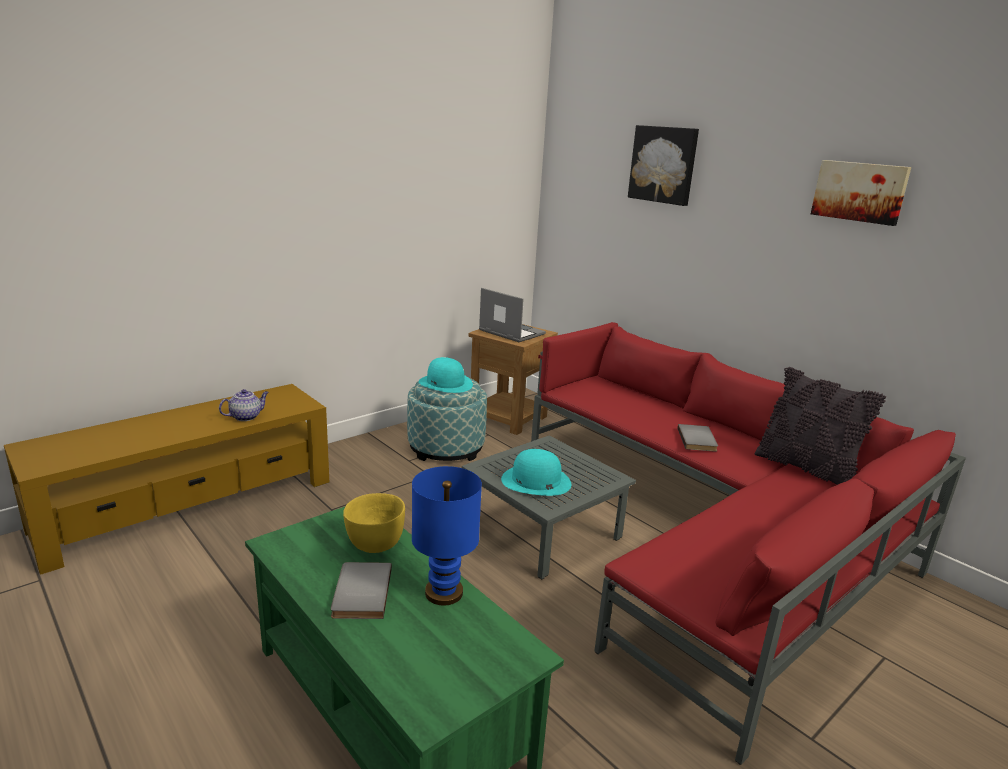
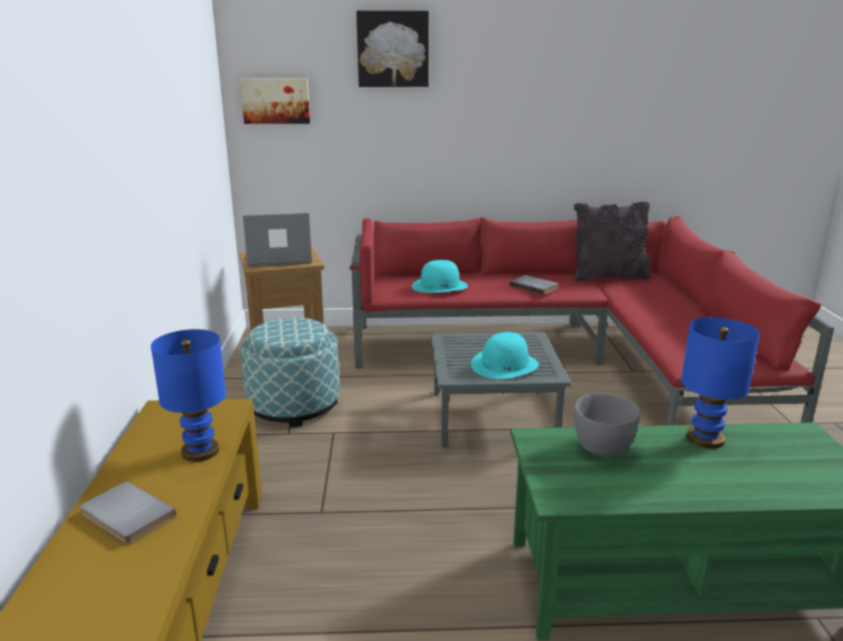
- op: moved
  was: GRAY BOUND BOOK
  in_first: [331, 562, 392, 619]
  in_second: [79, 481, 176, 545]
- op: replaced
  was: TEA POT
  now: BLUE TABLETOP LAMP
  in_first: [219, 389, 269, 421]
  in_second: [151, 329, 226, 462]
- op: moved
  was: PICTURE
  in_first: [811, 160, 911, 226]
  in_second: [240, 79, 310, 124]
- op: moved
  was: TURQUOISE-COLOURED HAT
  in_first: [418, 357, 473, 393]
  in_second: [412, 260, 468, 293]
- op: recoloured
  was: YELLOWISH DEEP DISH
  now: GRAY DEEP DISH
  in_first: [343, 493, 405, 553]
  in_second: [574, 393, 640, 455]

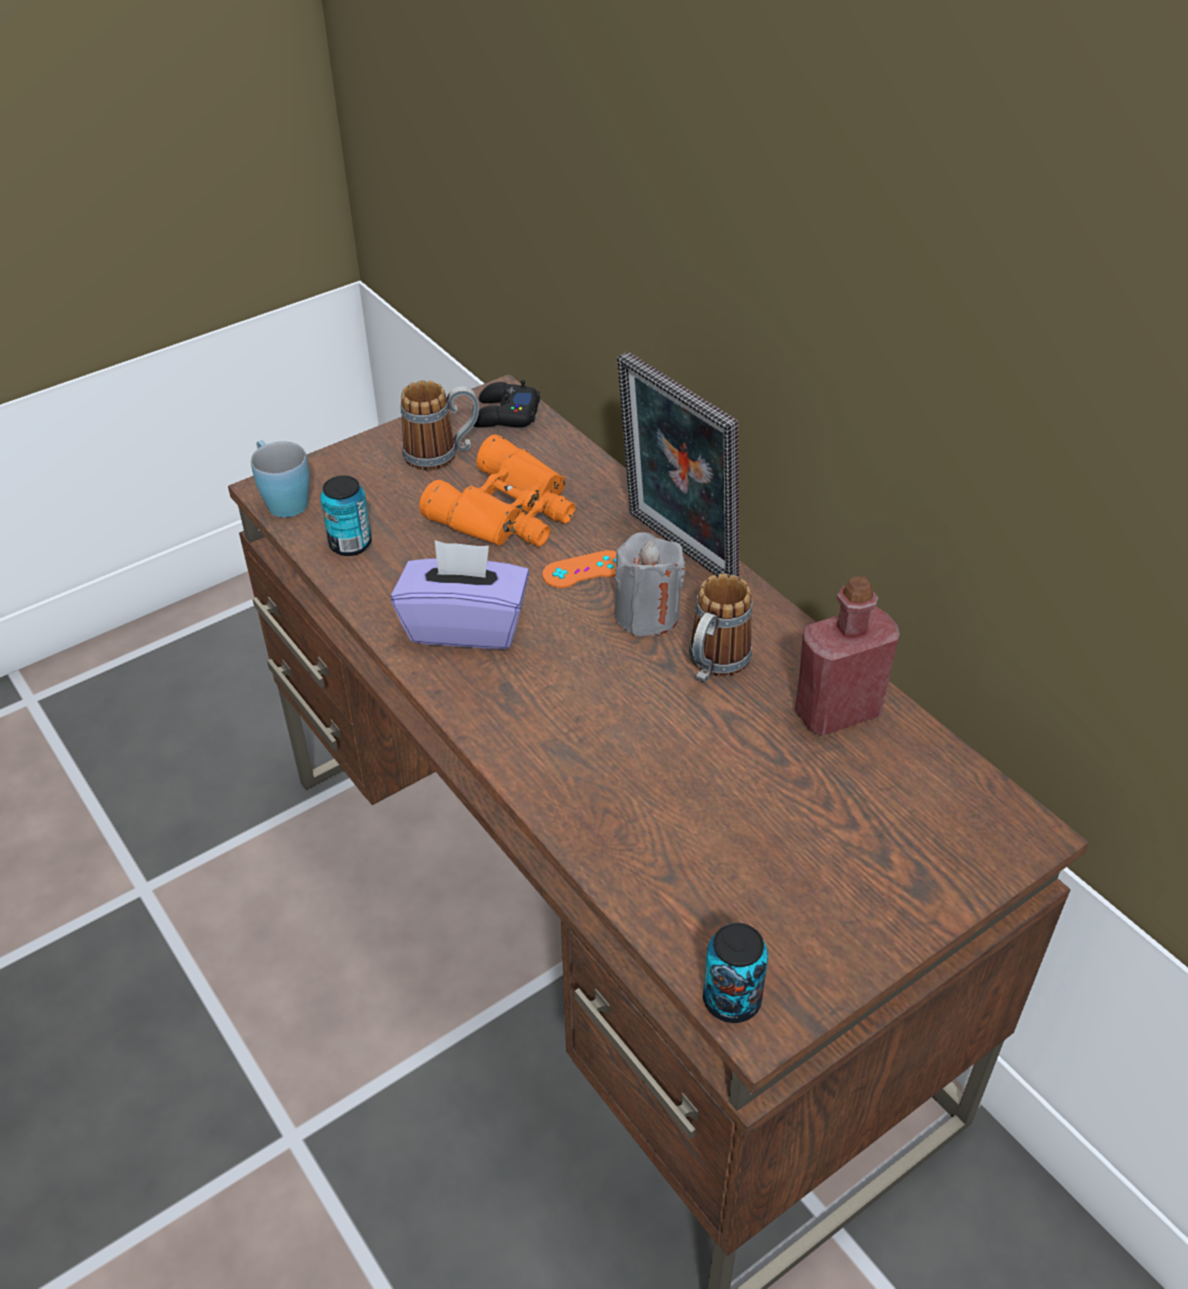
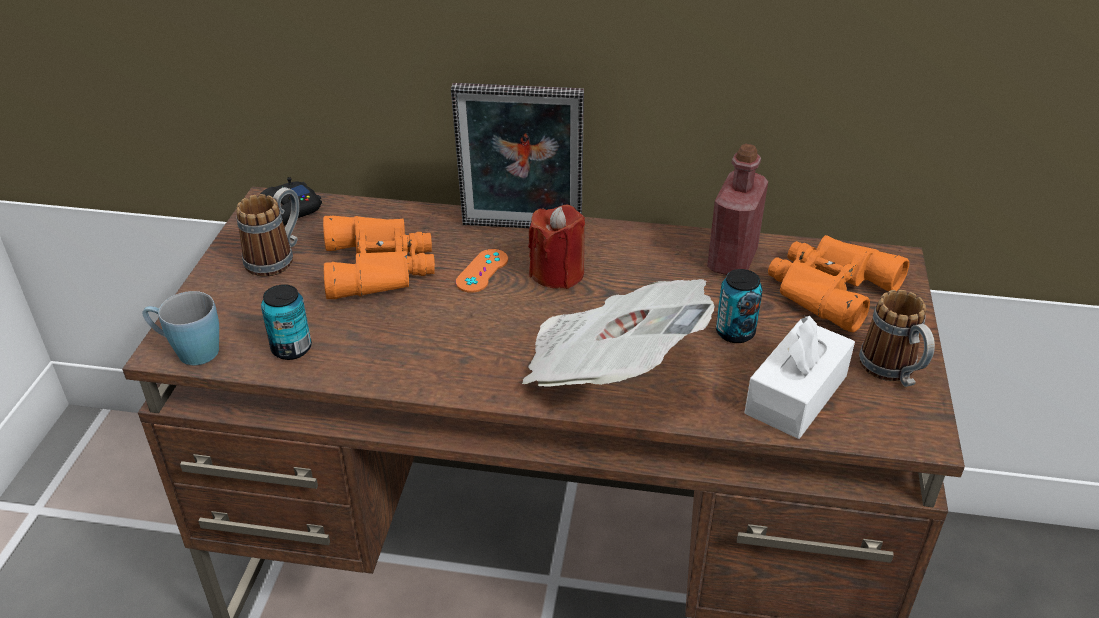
- op: added
  now: NEWSPAPER
  in_second: [522, 279, 715, 387]
- op: recoloured
  was: GRAY WAX LIGHT
  now: RED WAX LIGHT
  in_first: [615, 532, 685, 636]
  in_second: [528, 205, 585, 289]
- op: moved
  was: CAN
  in_first: [703, 923, 768, 1023]
  in_second: [716, 269, 763, 343]
- op: added
  now: WHITE TISSUE BOX
  in_second: [744, 316, 855, 439]
- op: added
  now: ORANGE-COLOURED FIELD GLASSES
  in_second: [768, 235, 910, 333]
- op: moved
  was: TEA MUG
  in_first: [689, 574, 752, 682]
  in_second: [859, 290, 935, 387]
- op: removed
  was: PURPLISH TISSUE BOX
  in_first: [391, 540, 529, 649]

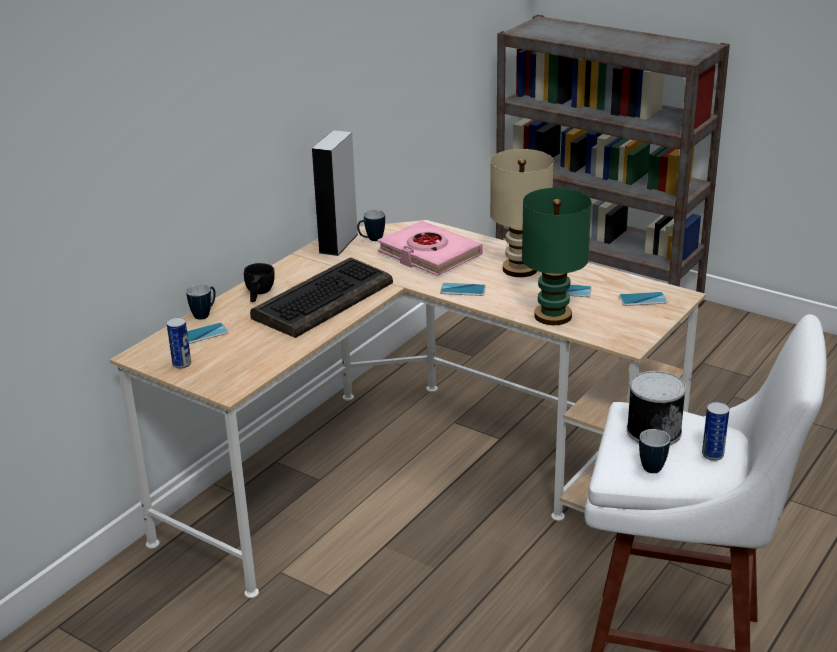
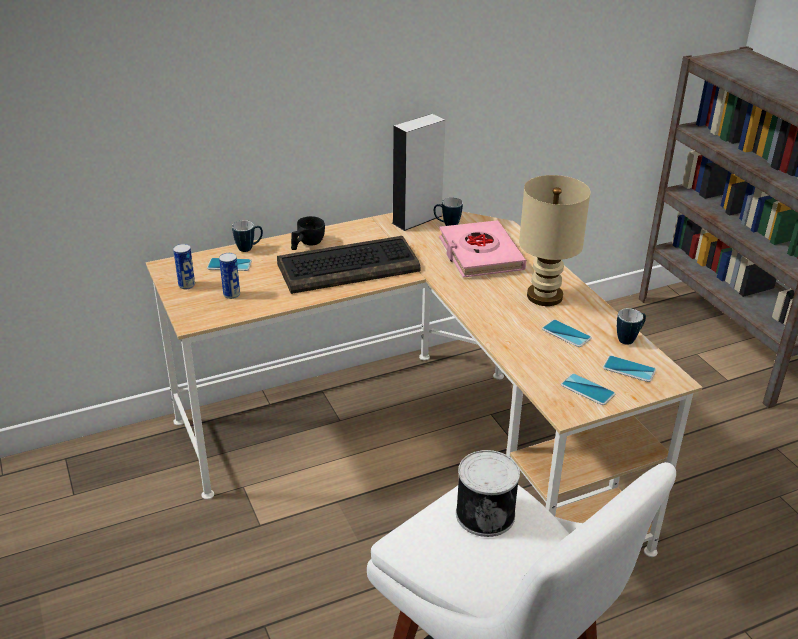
- op: moved
  was: CAN
  in_first: [702, 402, 730, 461]
  in_second: [219, 253, 240, 299]
- op: moved
  was: PHONE
  in_first: [440, 283, 486, 296]
  in_second: [561, 374, 615, 405]
- op: moved
  was: TEA MUG
  in_first: [639, 429, 670, 473]
  in_second: [617, 308, 646, 345]
- op: removed
  was: GREEN-COLOURED TABLETOP LAMP
  in_first: [522, 188, 591, 325]

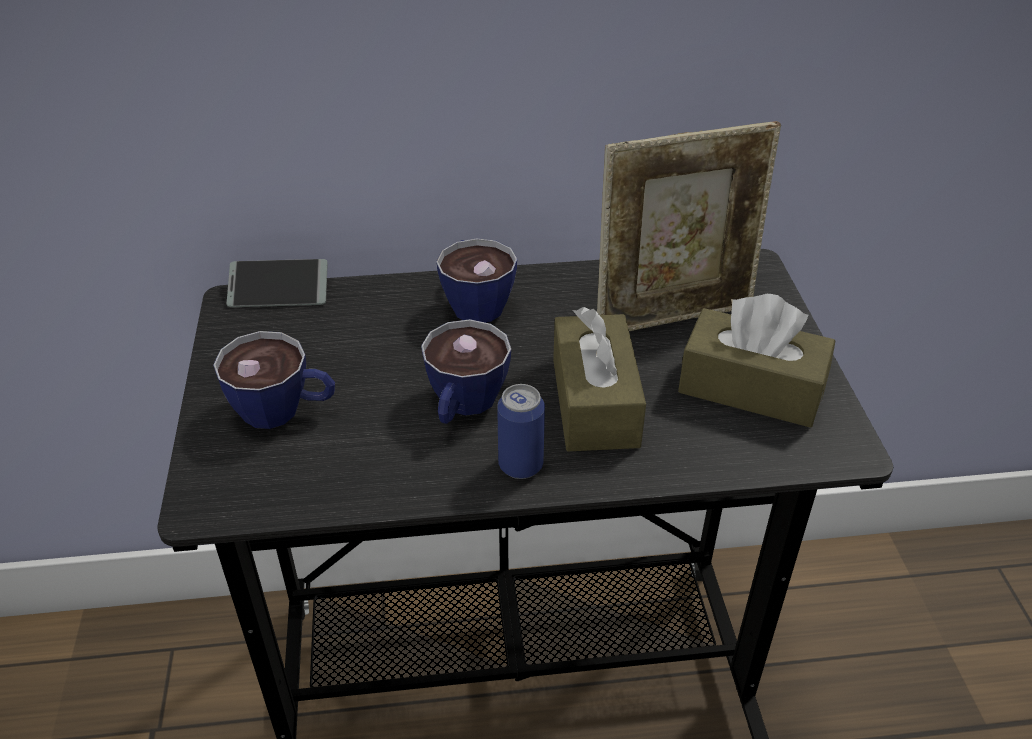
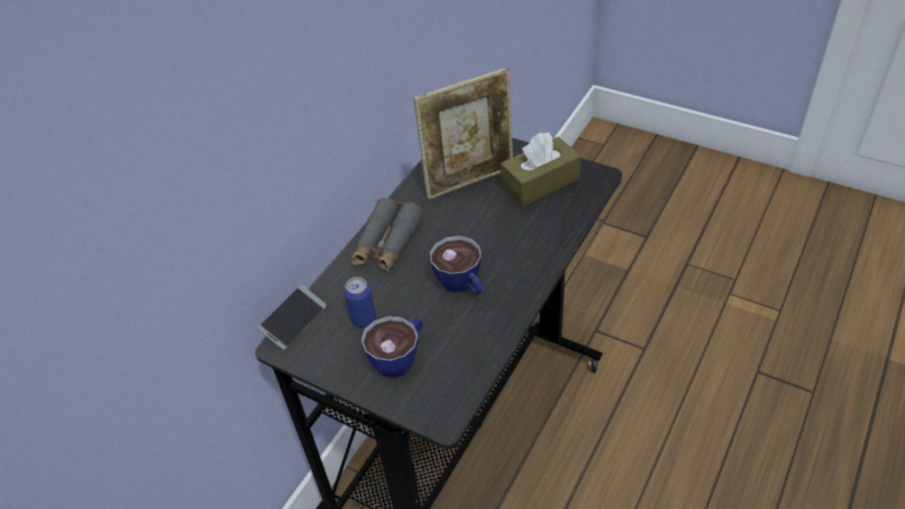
- op: moved
  was: CAN
  in_first: [497, 384, 545, 479]
  in_second: [344, 277, 376, 328]
- op: replaced
  was: DRINKING CUP
  now: GRAY FIELD GLASSES
  in_first: [436, 238, 517, 323]
  in_second: [351, 198, 424, 272]
- op: turned
  was: STANDING FRAME
  in_first: [597, 121, 781, 331]
  in_second: [414, 68, 513, 200]
  clockwise: 45
- op: removed
  was: BROWN-COLOURED TISSUE BOX
  in_first: [553, 307, 646, 451]

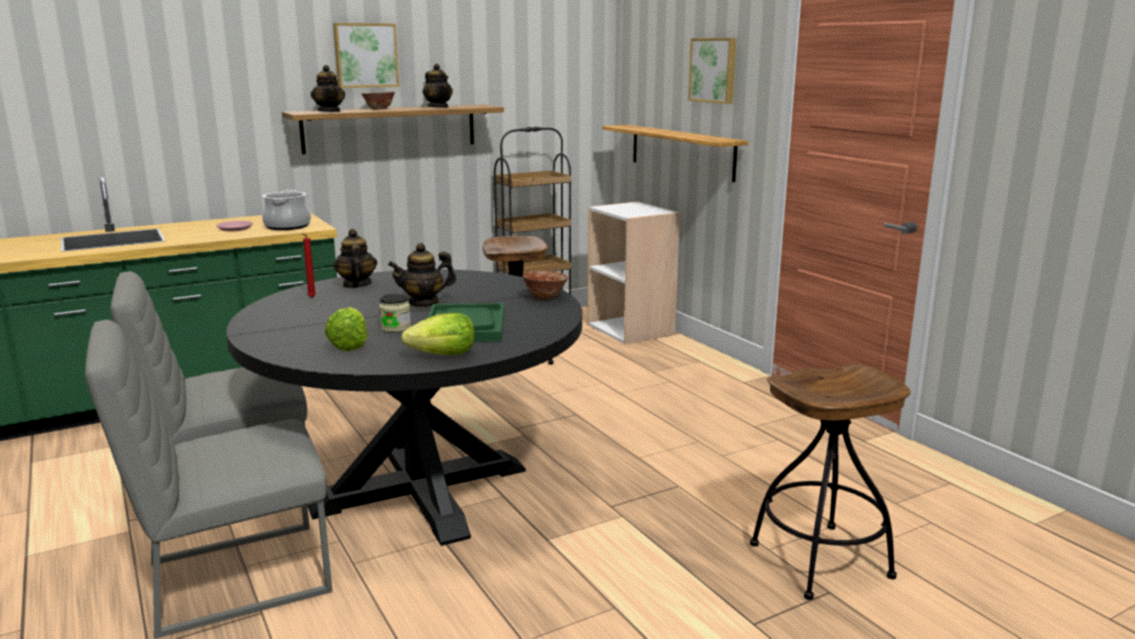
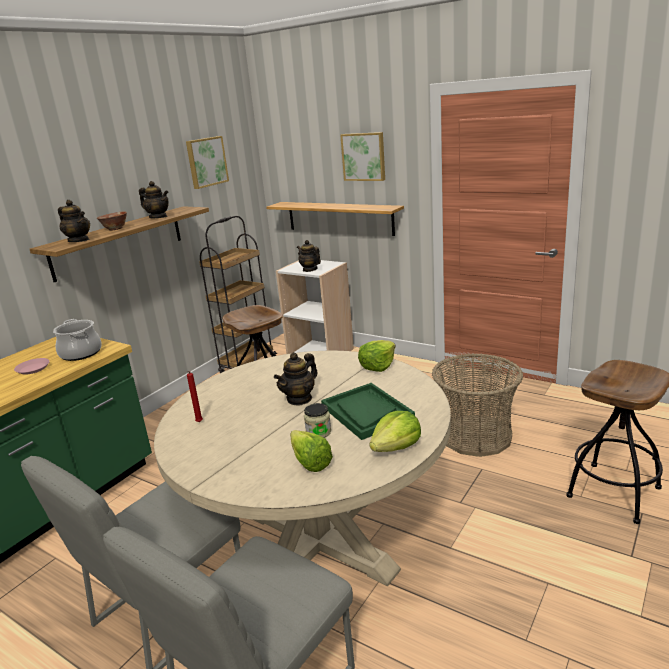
- op: recoloured
  was: BLACK KITCHEN TABLE
  now: BEIGE-COLOURED KITCHEN TABLE
  in_first: [227, 269, 582, 546]
  in_second: [154, 351, 451, 587]
- op: moved
  was: PICTURE
  in_first: [333, 23, 399, 88]
  in_second: [186, 136, 229, 189]
- op: moved
  was: TEA POT
  in_first: [333, 229, 377, 288]
  in_second: [297, 240, 321, 272]
- op: replaced
  was: DEEP DISH
  now: LETTUCE HEAD
  in_first: [523, 271, 568, 300]
  in_second: [358, 340, 396, 372]
- op: added
  now: STORAGE BASKET
  in_second: [432, 353, 523, 457]

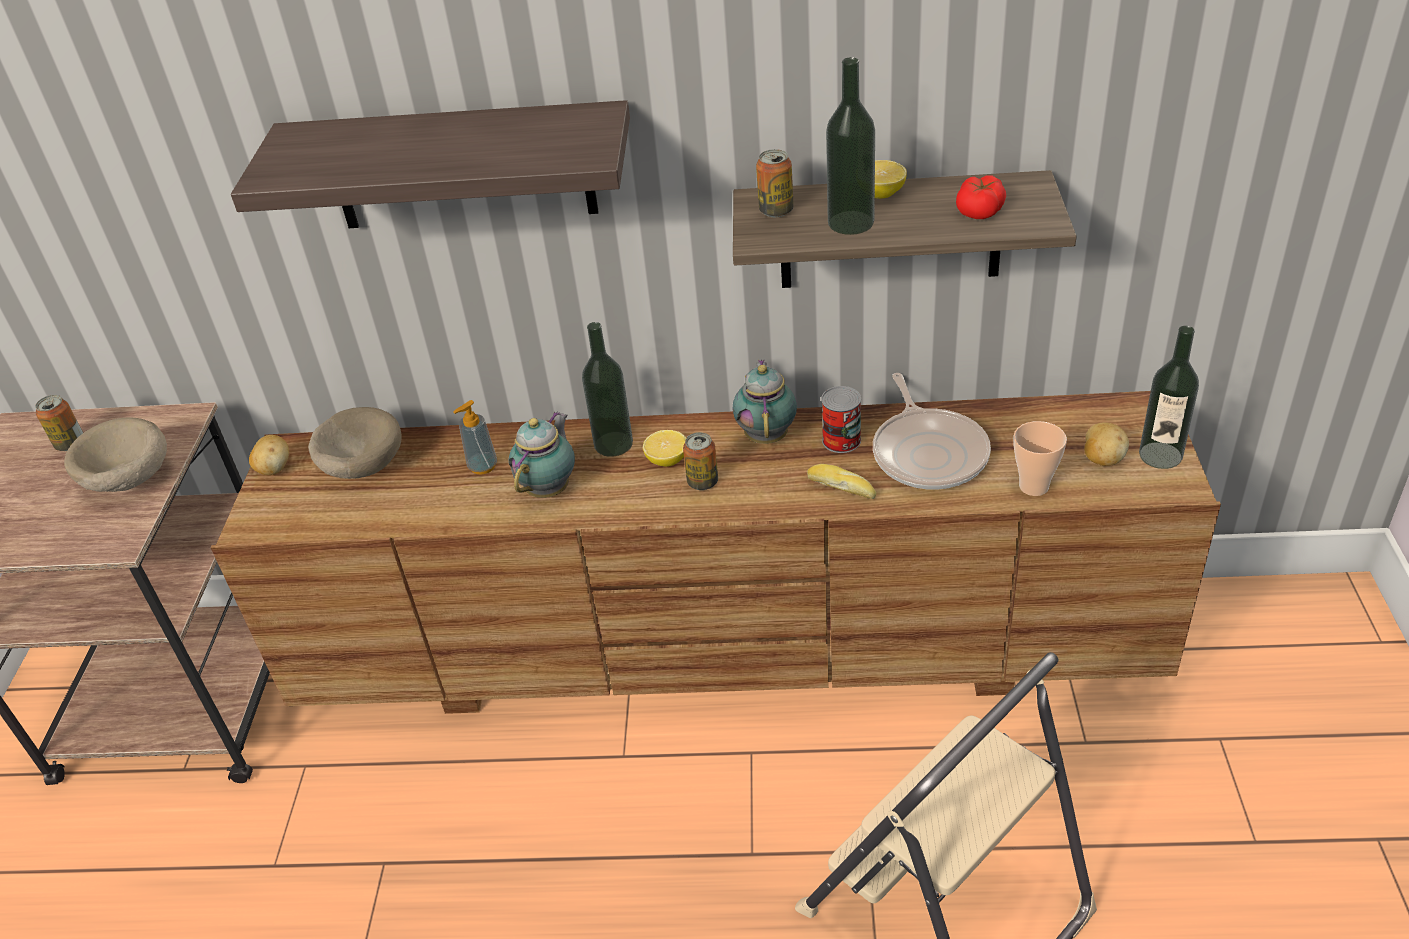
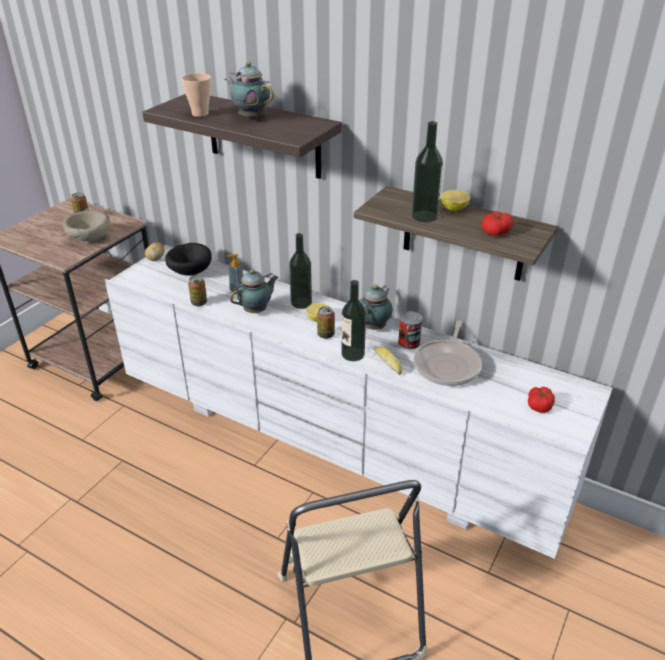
- op: recoloured
  was: BROWN-COLOURED CABINET
  now: WHITE CABINET
  in_first: [211, 391, 1221, 714]
  in_second: [105, 245, 613, 559]
- op: recoloured
  was: BEIGE-COLOURED DEEP DISH
  now: BLACK DEEP DISH
  in_first: [308, 407, 402, 479]
  in_second: [165, 243, 212, 276]
- op: moved
  was: DRINKING CUP
  in_first: [1014, 421, 1067, 496]
  in_second: [182, 73, 211, 117]
- op: moved
  was: CAN
  in_first: [756, 149, 794, 217]
  in_second: [188, 276, 207, 306]
- op: added
  now: TEA POT
  in_second: [225, 62, 274, 119]
- op: moved
  was: DRINK BOTTLE
  in_first: [1139, 326, 1199, 469]
  in_second: [341, 280, 366, 361]
- op: replaced
  was: POTATO
  now: WHOLE TOMATO
  in_first: [1084, 422, 1129, 466]
  in_second: [528, 387, 555, 413]

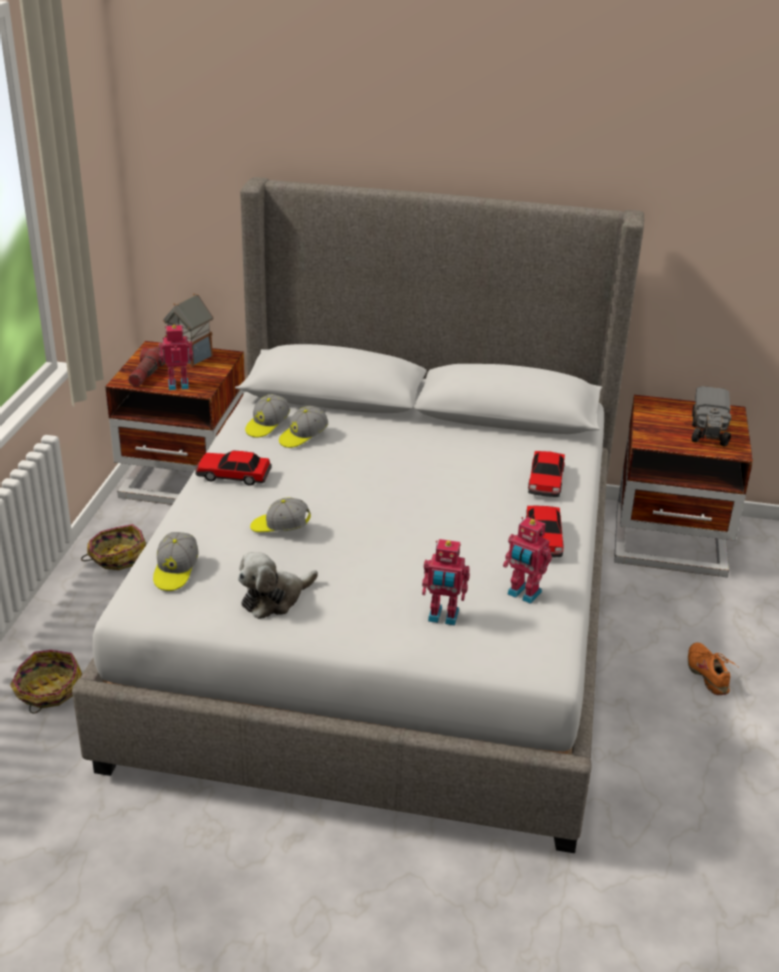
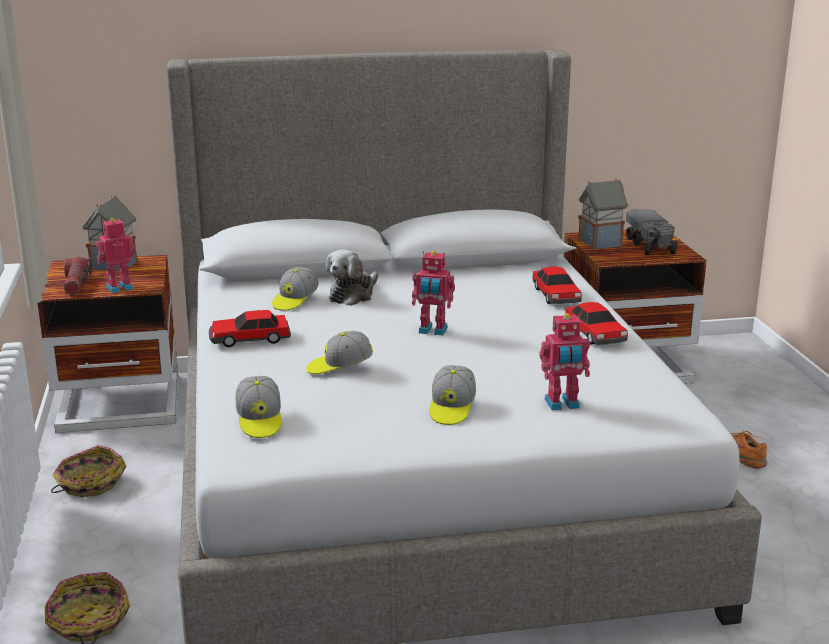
- op: moved
  was: SOFT TOY
  in_first: [238, 552, 318, 619]
  in_second: [326, 249, 378, 306]
- op: moved
  was: ROBOT FIGURE
  in_first: [503, 517, 552, 604]
  in_second: [412, 251, 455, 335]
- op: moved
  was: BASEBALL CAP
  in_first: [245, 394, 290, 438]
  in_second: [429, 365, 476, 425]
- op: added
  now: TOY HOUSE
  in_second: [578, 179, 629, 250]

